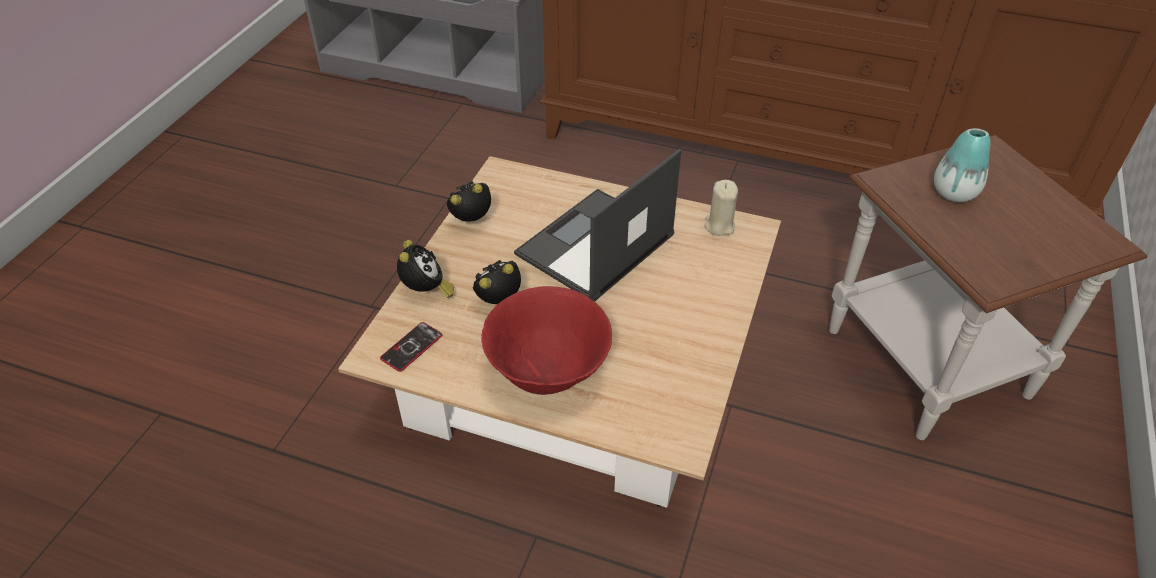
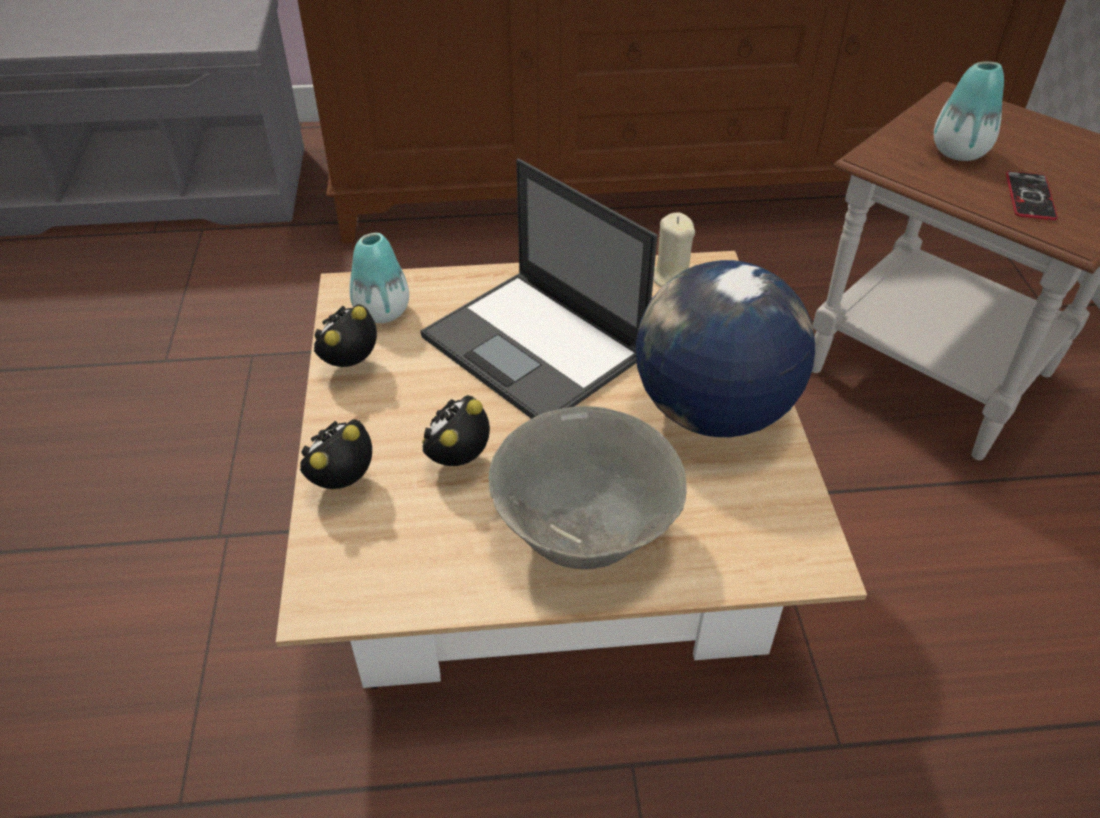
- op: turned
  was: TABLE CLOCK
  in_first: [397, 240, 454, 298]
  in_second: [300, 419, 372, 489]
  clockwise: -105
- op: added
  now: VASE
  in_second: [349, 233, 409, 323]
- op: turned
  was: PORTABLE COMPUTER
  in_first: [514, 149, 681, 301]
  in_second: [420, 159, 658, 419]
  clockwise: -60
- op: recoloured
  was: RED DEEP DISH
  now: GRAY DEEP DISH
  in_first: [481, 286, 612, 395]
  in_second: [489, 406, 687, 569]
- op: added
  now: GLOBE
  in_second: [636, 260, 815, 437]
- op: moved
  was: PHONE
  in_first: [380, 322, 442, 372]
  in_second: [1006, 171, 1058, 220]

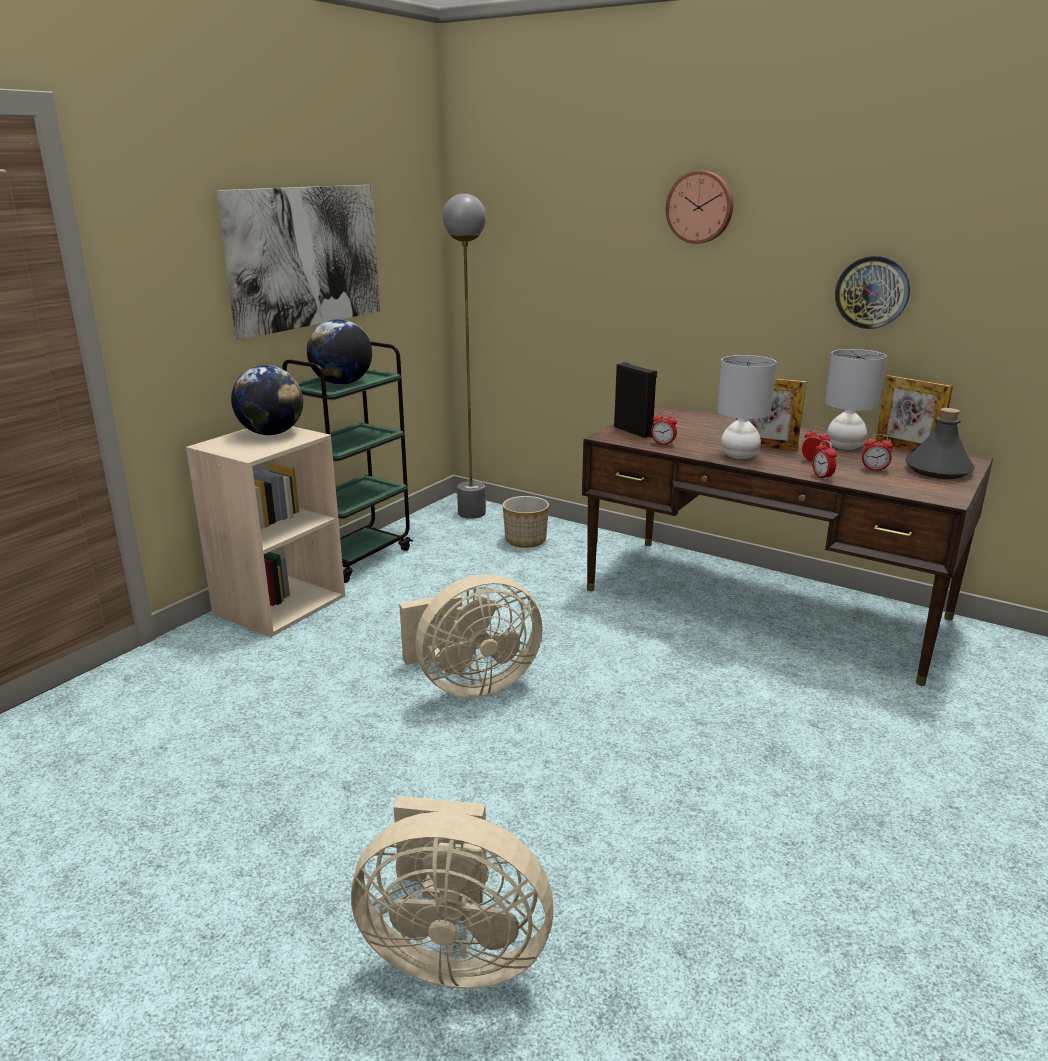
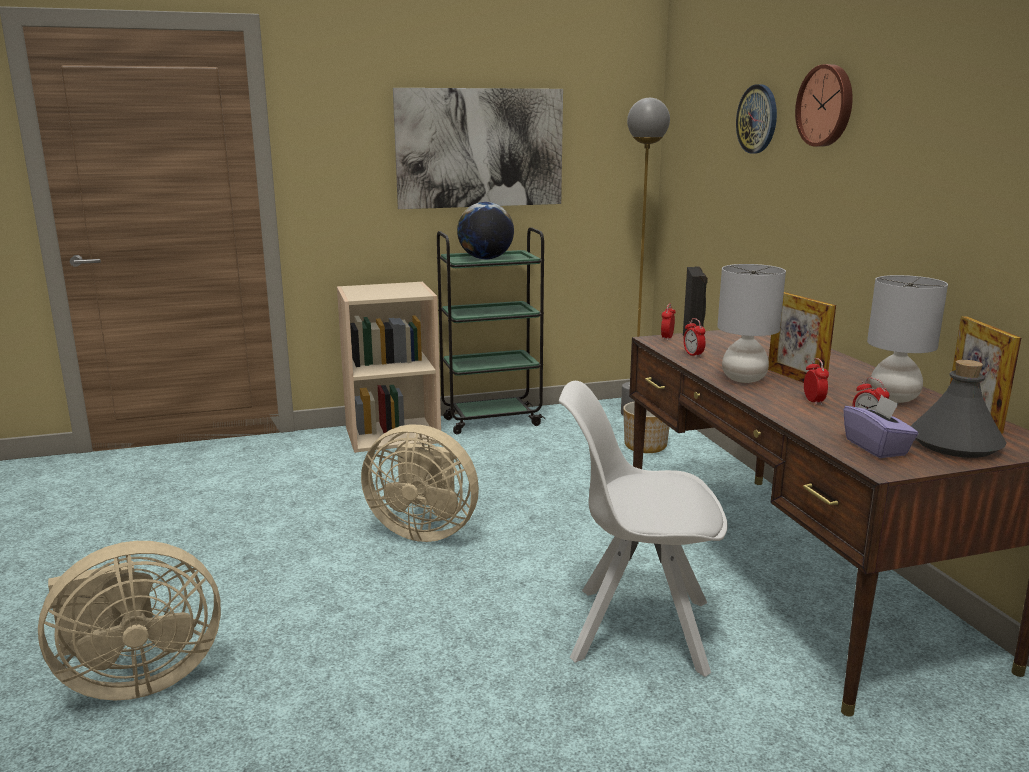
- op: turned
  was: BEIGE-COLOURED ELECTRIC FAN
  in_first: [351, 796, 554, 989]
  in_second: [38, 541, 221, 700]
  clockwise: -75
- op: added
  now: WHITE PLAIN CHAIR
  in_second: [559, 381, 728, 677]
- op: moved
  was: TABLE CLOCK
  in_first: [812, 440, 837, 480]
  in_second: [661, 304, 676, 340]
- op: moved
  was: WALL CLOCK
  in_first: [835, 256, 910, 329]
  in_second: [736, 84, 777, 154]
- op: added
  now: PURPLISH TISSUE BOX
  in_second: [843, 395, 919, 458]
- op: removed
  was: GLOBE
  in_first: [231, 365, 303, 435]

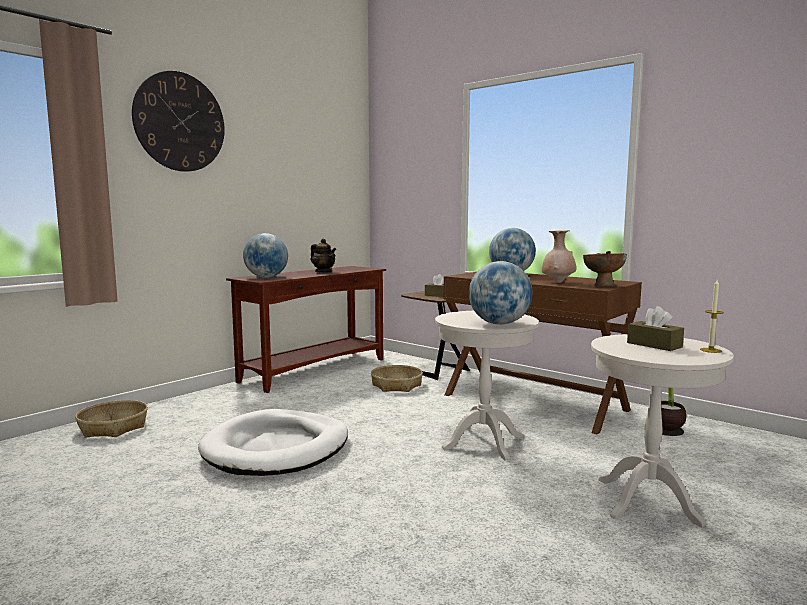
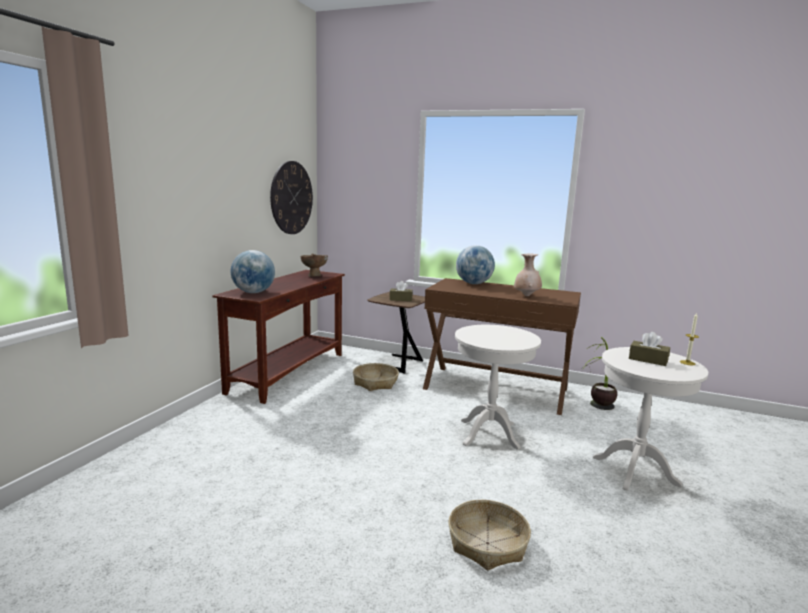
- op: moved
  was: WALL CLOCK
  in_first: [132, 71, 225, 172]
  in_second: [270, 161, 313, 234]
- op: moved
  was: BROWN-COLOURED DEEP DISH
  in_first: [583, 251, 627, 286]
  in_second: [300, 254, 328, 277]
- op: moved
  was: STORAGE BASKET
  in_first: [75, 400, 148, 438]
  in_second: [449, 500, 531, 571]
- op: removed
  was: WHITE PET BED
  in_first: [198, 409, 348, 476]
- op: removed
  was: TEA POT
  in_first: [311, 239, 336, 273]
- op: removed
  was: GLOBE
  in_first: [469, 261, 532, 325]

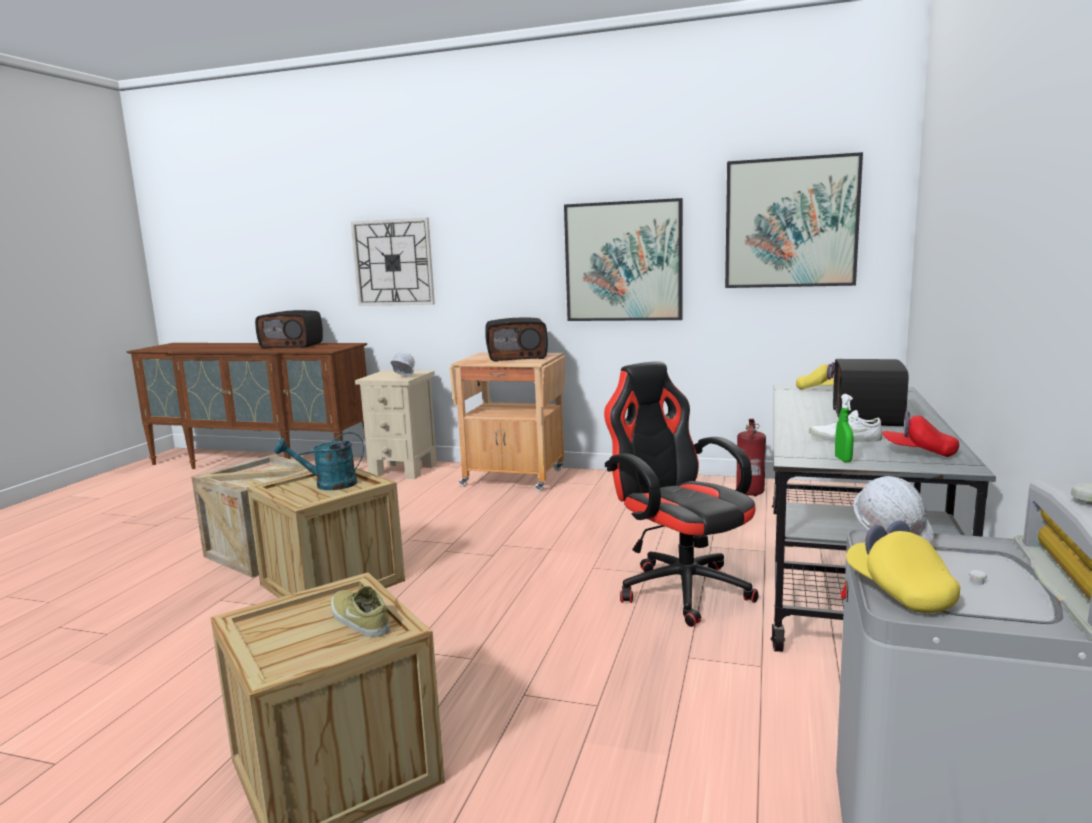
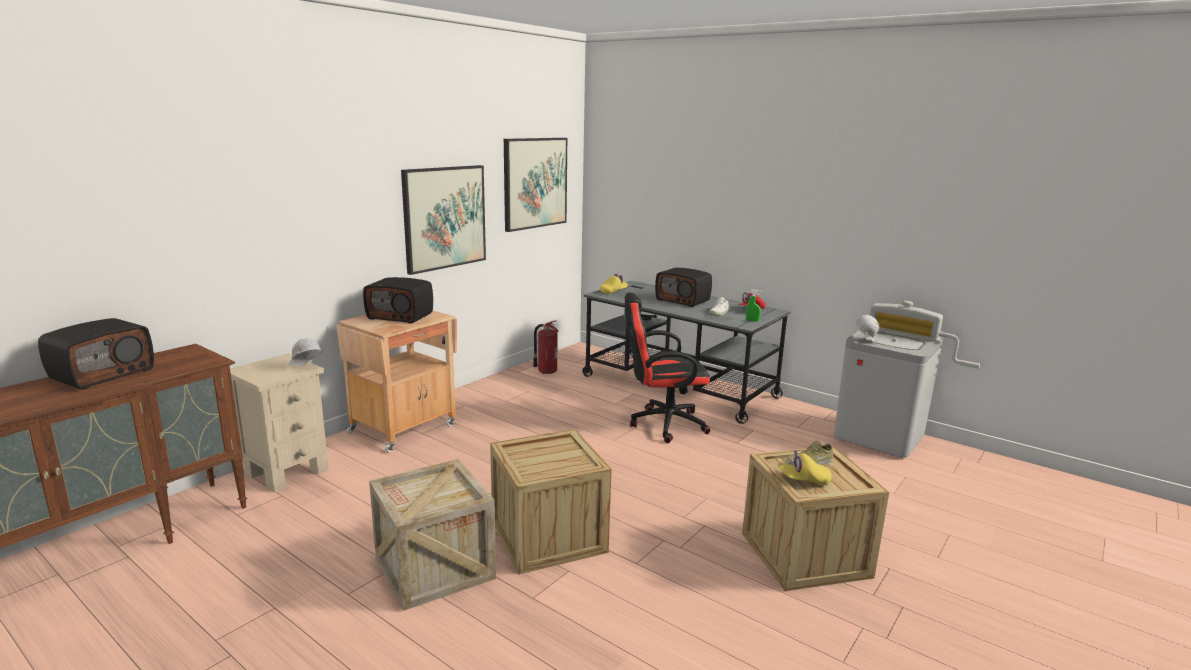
- op: turned
  was: RADIO
  in_first: [485, 318, 548, 362]
  in_second: [363, 277, 433, 324]
  clockwise: 90
- op: moved
  was: YELLOWISH BASEBALL CAP
  in_first: [846, 520, 960, 613]
  in_second: [779, 450, 832, 485]
- op: removed
  was: TURQUOISE-COLOURED SPRINKLING CAN
  in_first: [274, 432, 364, 490]
- op: removed
  was: WALL CLOCK
  in_first: [351, 218, 435, 306]

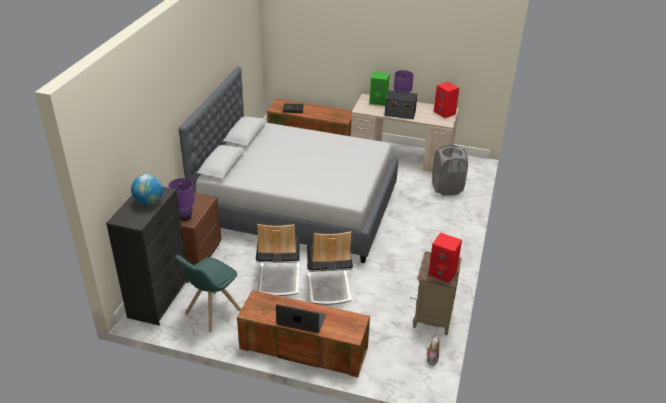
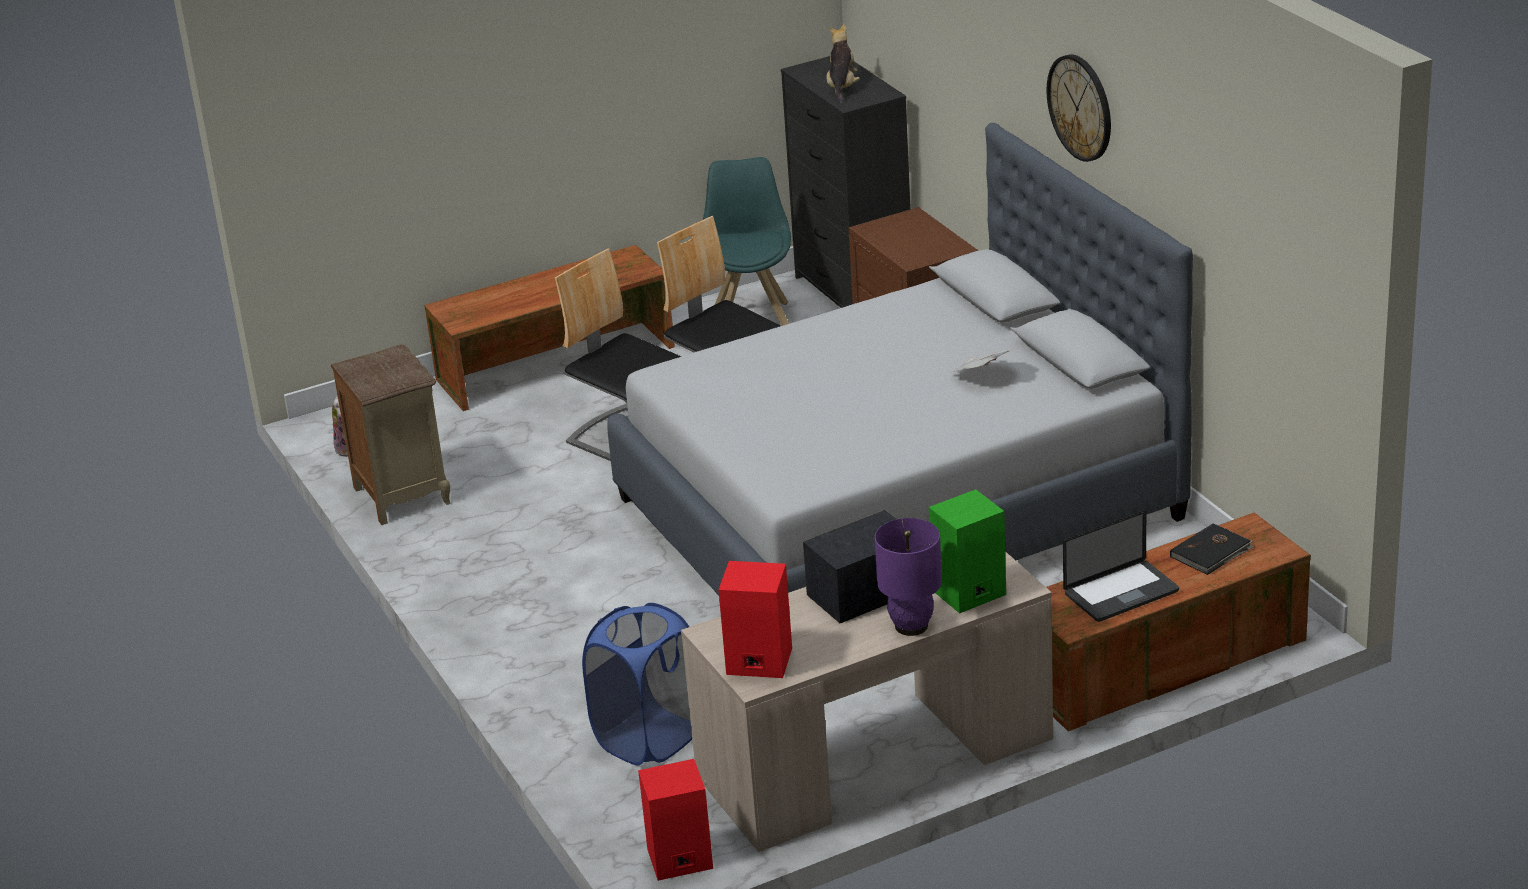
- op: recoloured
  was: GRAY LAUNDRY BASKET
  now: BLUE LAUNDRY BASKET
  in_first: [432, 145, 468, 196]
  in_second: [582, 603, 692, 766]
- op: moved
  was: RED LOUDSPEAKER
  in_first: [428, 232, 462, 283]
  in_second: [638, 759, 713, 881]
- op: replaced
  was: GLOBE
  now: SOFT TOY
  in_first: [131, 174, 163, 205]
  in_second: [827, 24, 860, 104]
- op: added
  now: NEWSPAPER
  in_second: [949, 347, 1015, 373]
- op: added
  now: WALL CLOCK
  in_second: [1047, 54, 1111, 162]
- op: moved
  was: PORTABLE COMPUTER
  in_first: [276, 304, 326, 333]
  in_second: [1063, 511, 1179, 622]
- op: removed
  was: PURPLISH TABLETOP LAMP
  in_first: [168, 178, 195, 221]

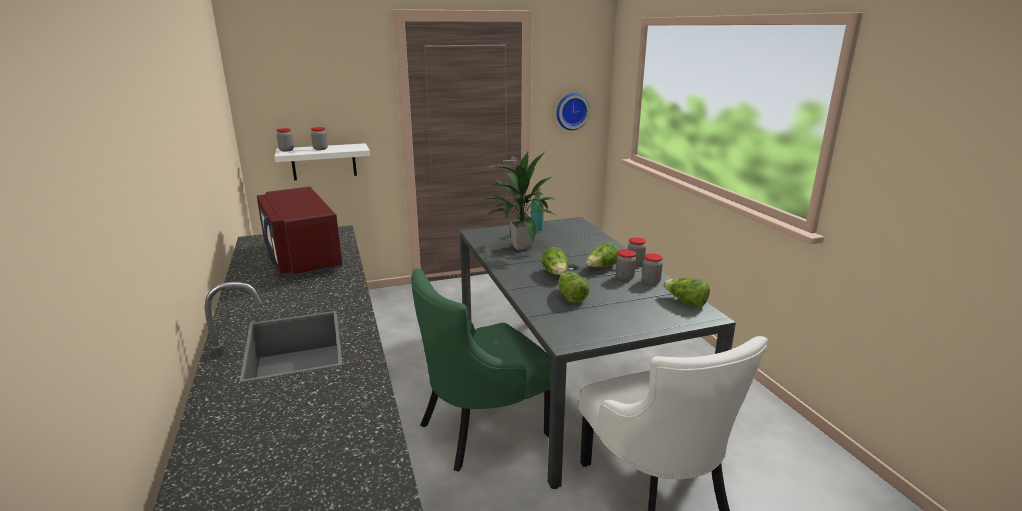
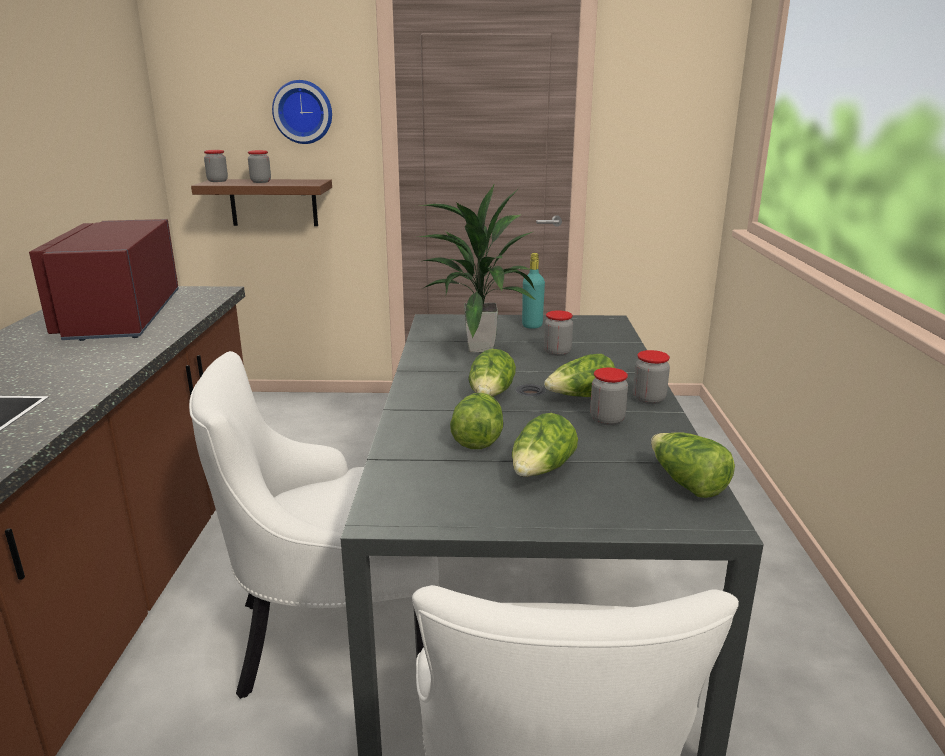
- op: recoloured
  was: GREEN-COLOURED PLAIN CHAIR
  now: WHITE PLAIN CHAIR
  in_first: [411, 269, 551, 471]
  in_second: [189, 351, 439, 699]
- op: recoloured
  was: WHITE SHELF
  now: BROWN-COLOURED SHELF
  in_first: [275, 143, 370, 180]
  in_second: [191, 179, 332, 226]
- op: moved
  was: WALL CLOCK
  in_first: [556, 93, 590, 130]
  in_second: [272, 80, 332, 144]
- op: added
  now: LETTUCE HEAD
  in_second: [512, 413, 578, 477]
- op: moved
  was: JAR
  in_first: [642, 253, 663, 285]
  in_second: [544, 310, 573, 356]

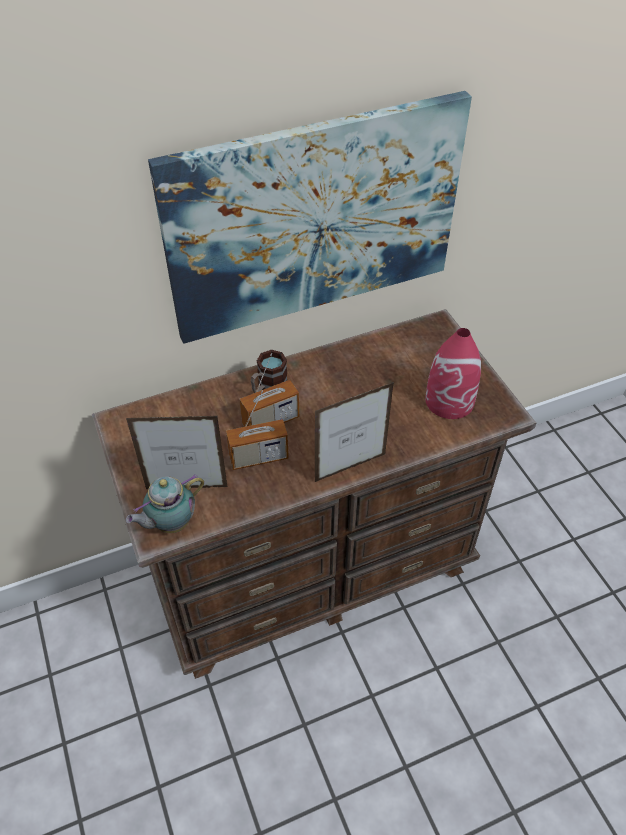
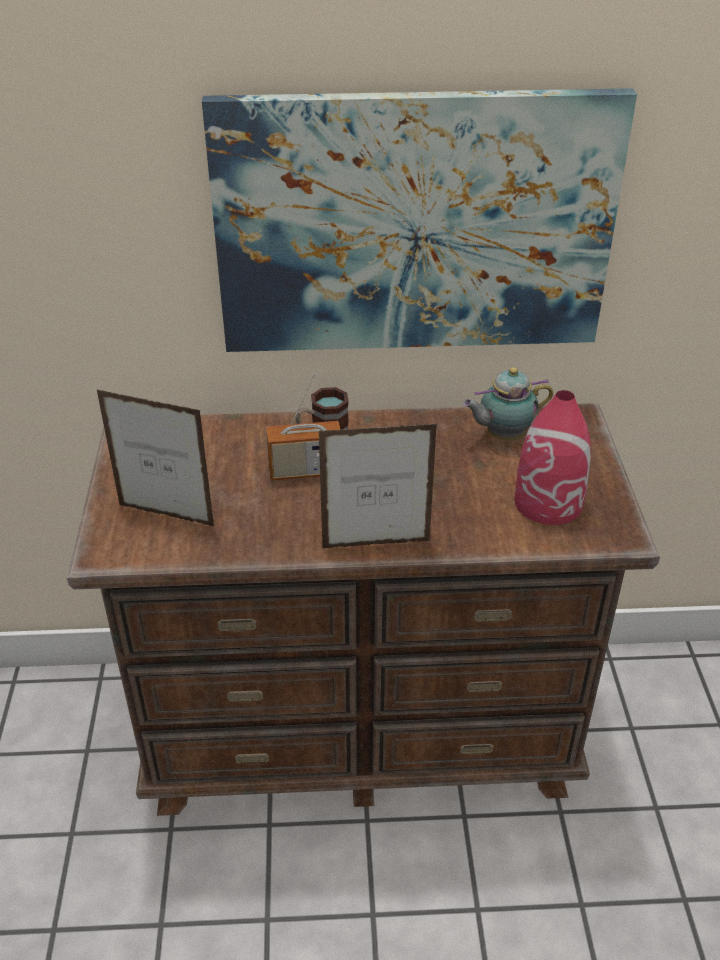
- op: moved
  was: TEA POT
  in_first: [126, 474, 204, 533]
  in_second: [463, 367, 553, 440]
- op: removed
  was: RADIO
  in_first: [226, 391, 289, 470]

